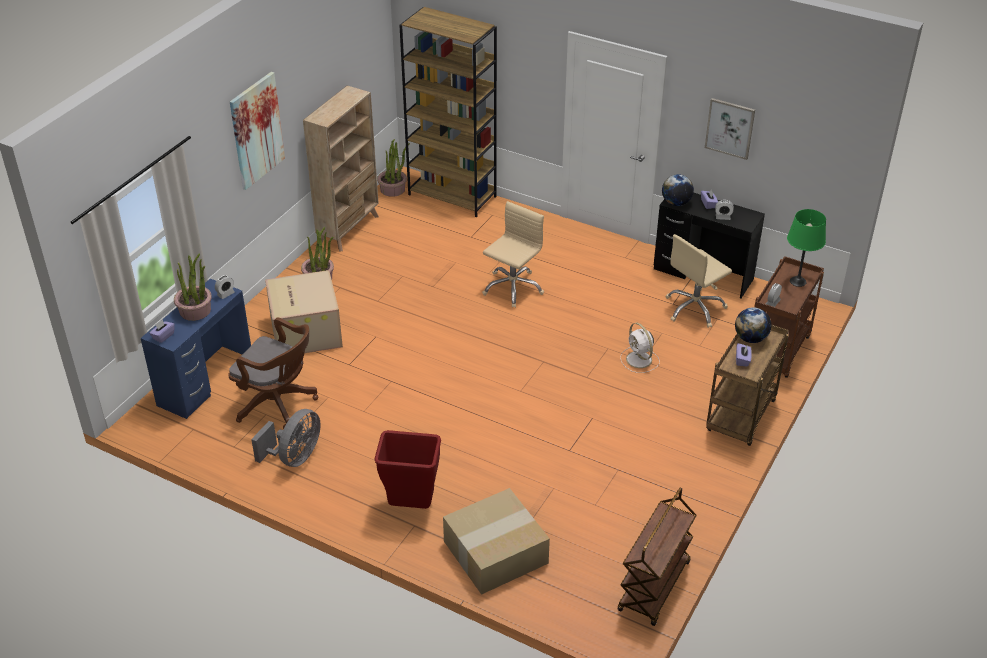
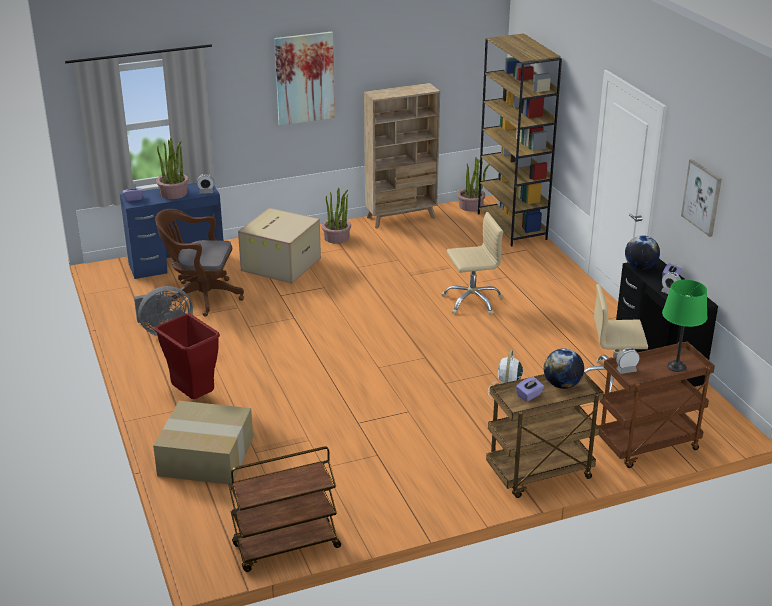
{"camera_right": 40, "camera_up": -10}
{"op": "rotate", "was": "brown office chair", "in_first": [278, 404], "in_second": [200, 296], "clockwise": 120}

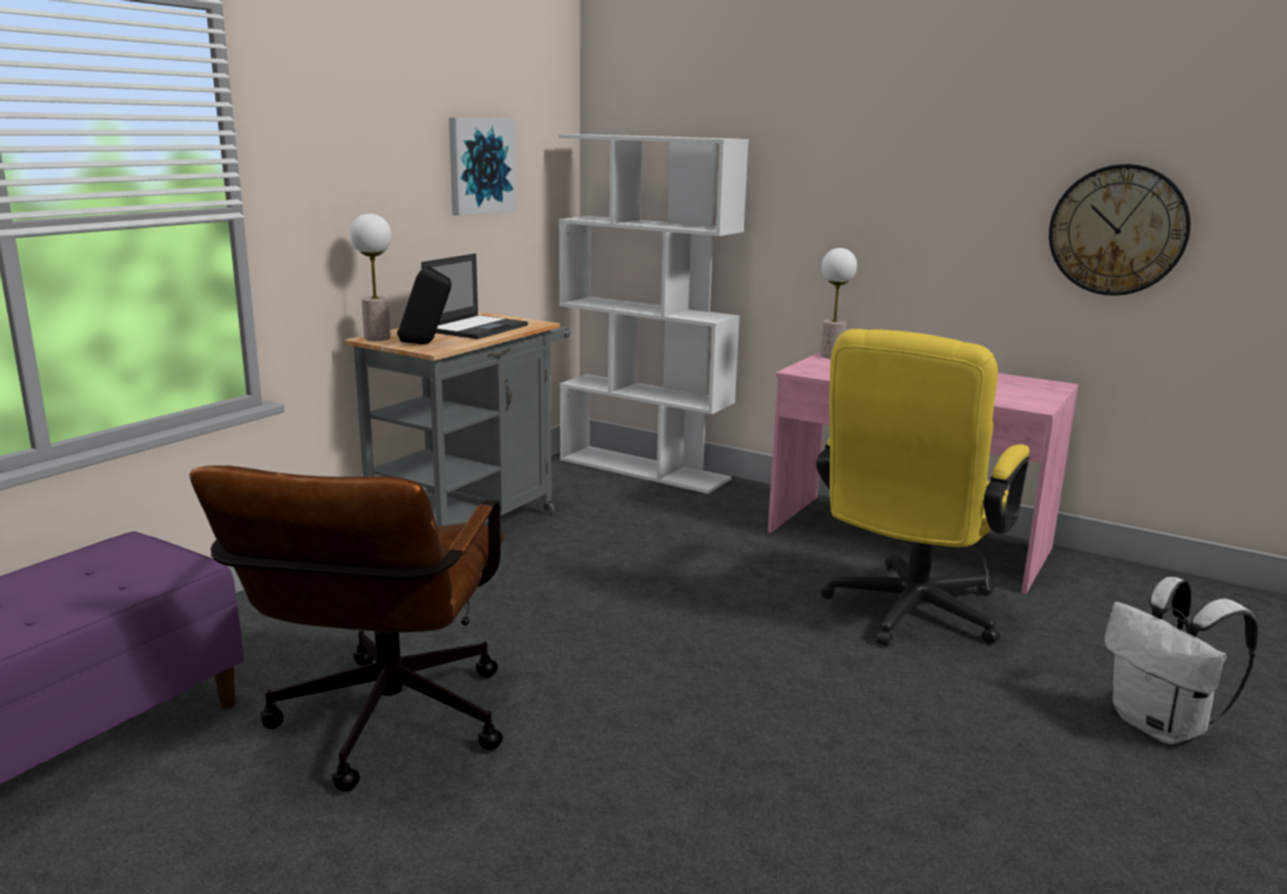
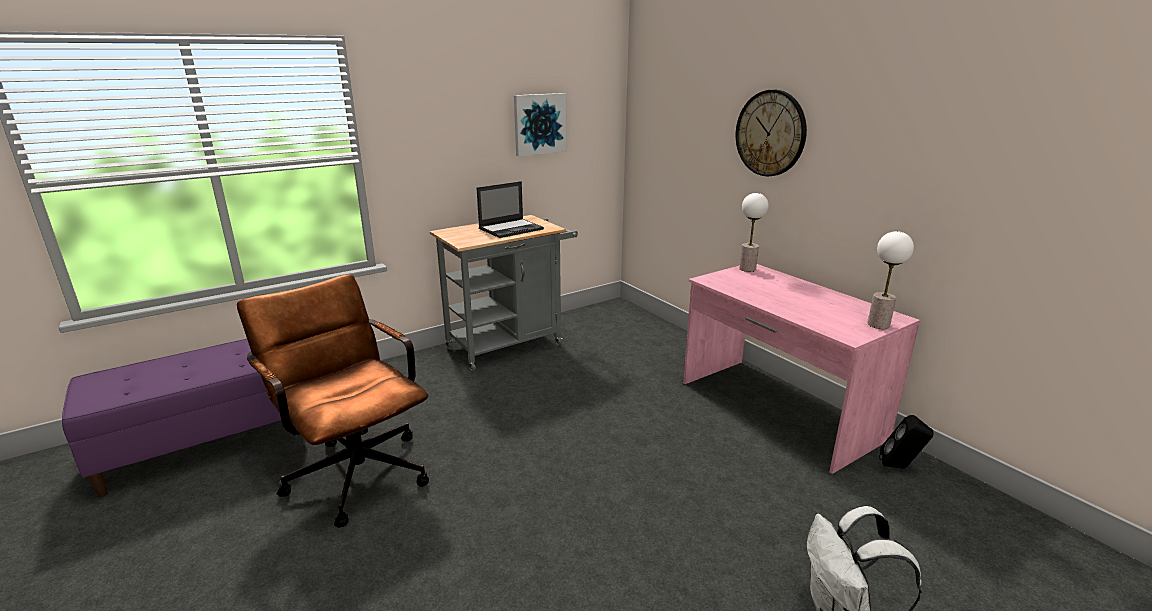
{"camera_right": 25, "camera_up": 5}
{"op": "delete", "was": "white bookcase", "in_first": [645, 469]}
{"op": "move", "was": "wall clock", "in_first": [1118, 230], "in_second": [770, 133]}
{"op": "move", "was": "table lamp", "in_first": [377, 338], "in_second": [878, 325]}
{"op": "move", "was": "black speaker", "in_first": [425, 343], "in_second": [900, 467]}
{"op": "delete", "was": "yellow office chair", "in_first": [906, 615]}
{"op": "rotate", "was": "brown office chair", "in_first": [382, 731], "in_second": [354, 469], "clockwise": 105}

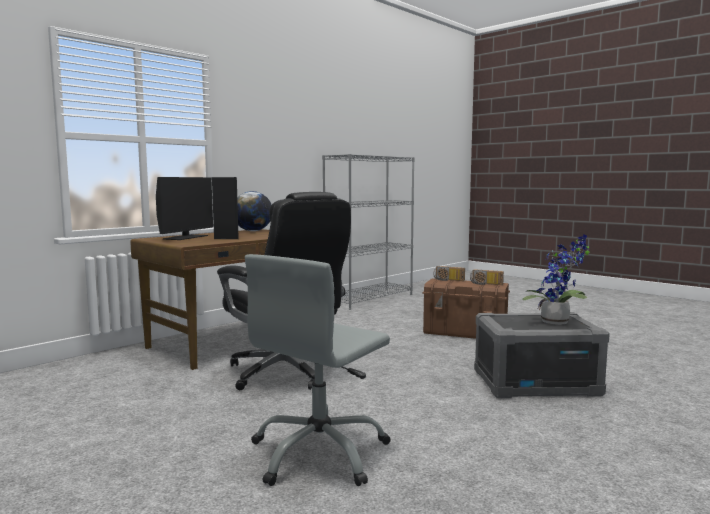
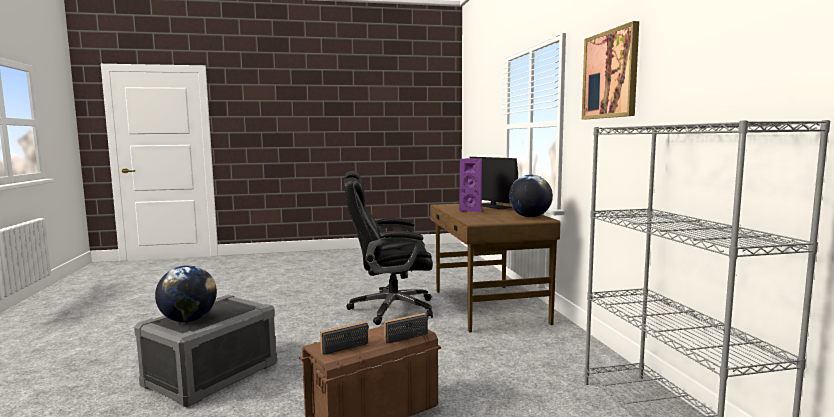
{"camera_right": 125, "camera_up": 0}
{"op": "recolor", "was": "black speaker", "now": "purple speaker", "in_first": [226, 238], "in_second": [472, 210]}
{"op": "replace", "was": "potted plant", "now": "globe", "in_first": [558, 323], "in_second": [188, 320]}
{"op": "delete", "was": "grey office chair", "in_first": [319, 453]}
{"op": "insert", "now": "picture", "in_second": [610, 74]}

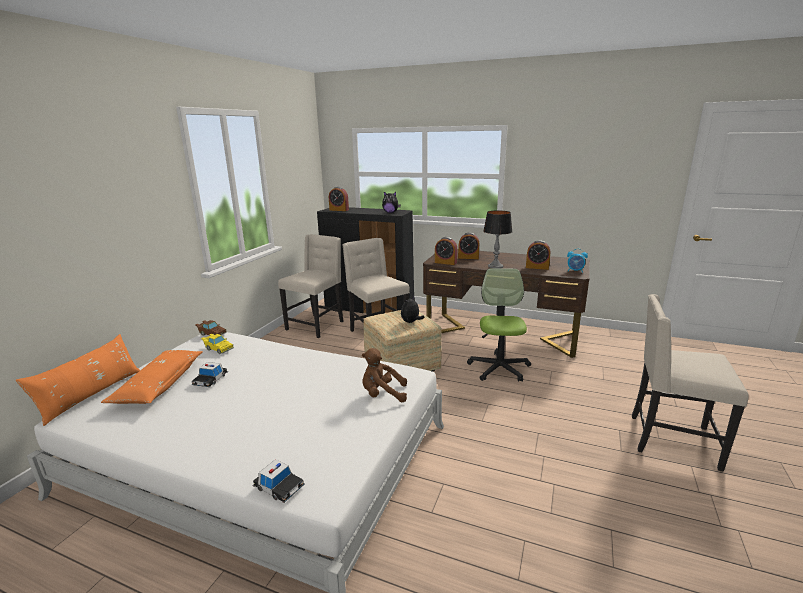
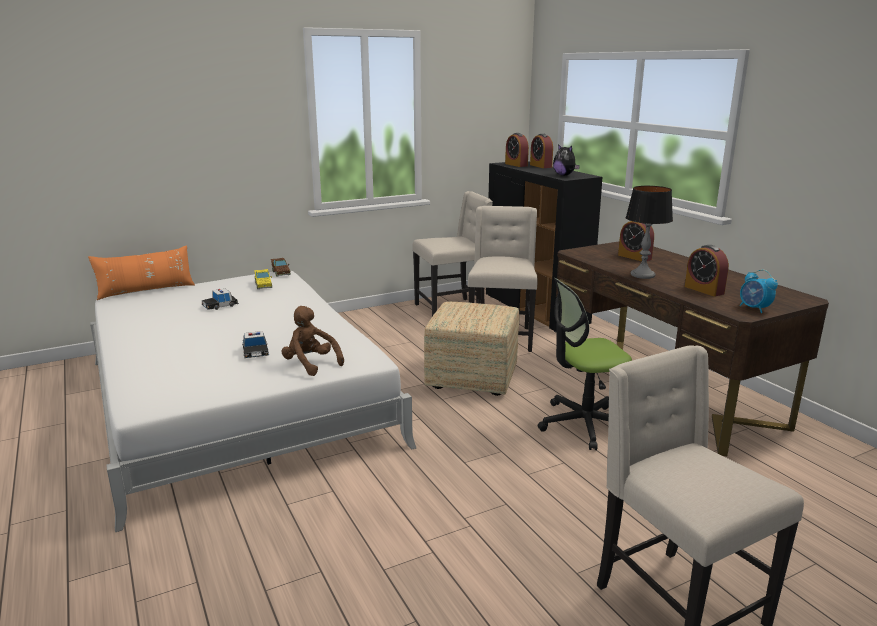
{"camera_right": 40, "camera_up": 0}
{"op": "move", "was": "alarm clock", "in_first": [445, 262], "in_second": [540, 166]}
{"op": "rotate", "was": "office chair", "in_first": [499, 368], "in_second": [583, 424], "clockwise": -150}
{"op": "delete", "was": "plush toy", "in_first": [411, 322]}
{"op": "delete", "was": "orange pillow", "in_first": [159, 384]}
{"op": "move", "was": "toy car", "in_first": [279, 486], "in_second": [255, 351]}

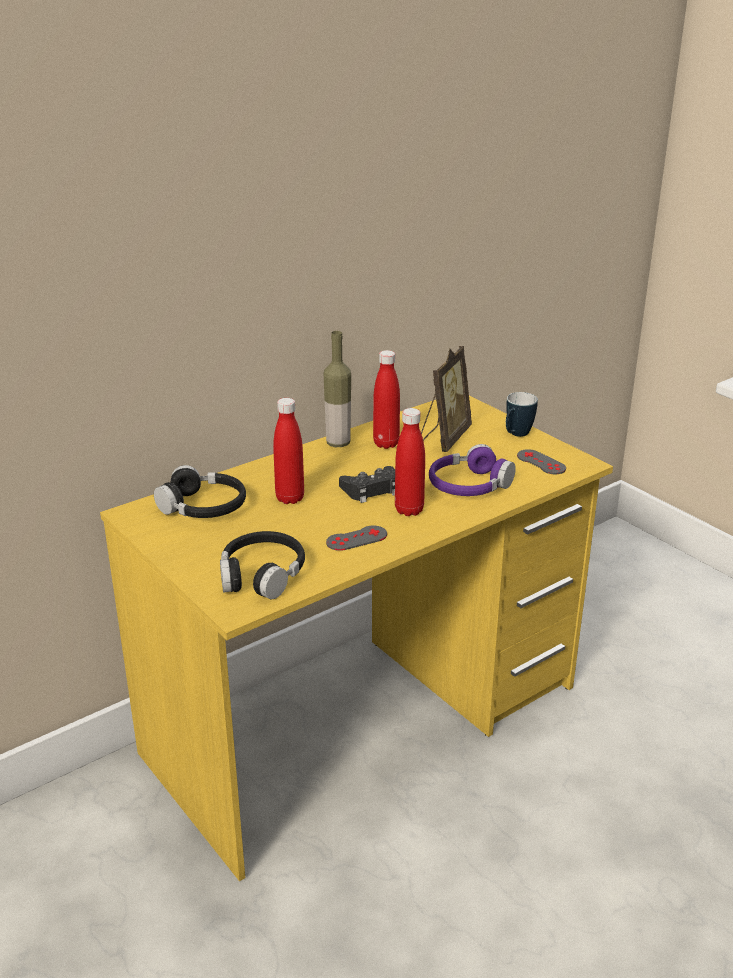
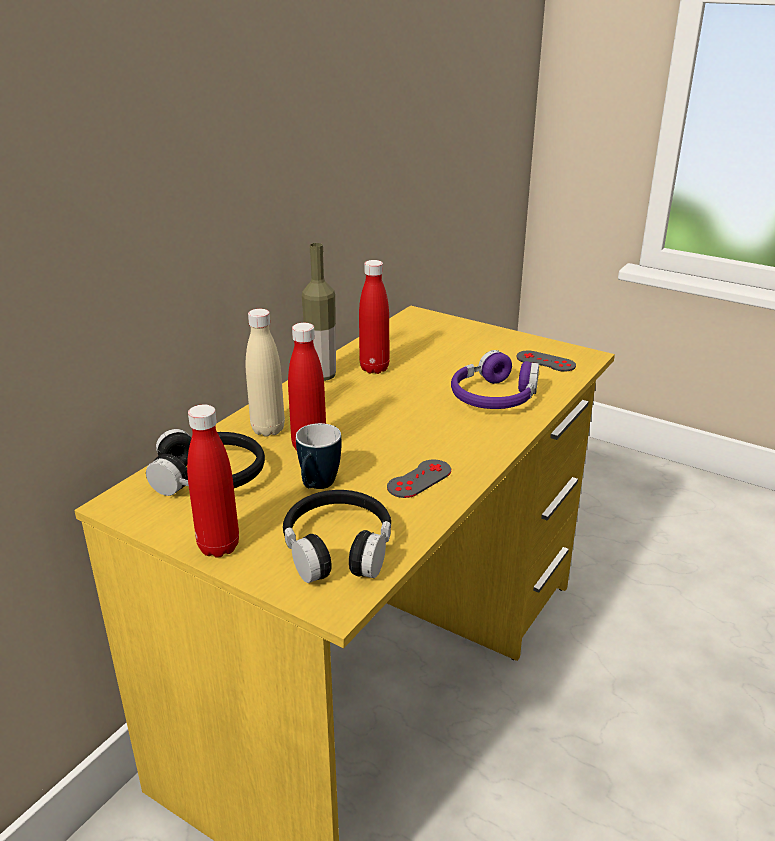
{"camera_right": -20, "camera_up": 0}
{"op": "delete", "was": "picture frame", "in_first": [443, 438]}
{"op": "move", "was": "mug", "in_first": [516, 435], "in_second": [317, 487]}
{"op": "move", "was": "red bottle", "in_first": [409, 510], "in_second": [218, 547]}
{"op": "delete", "was": "black game controller", "in_first": [372, 490]}
{"op": "insert", "now": "beige bottle", "in_second": [268, 429]}

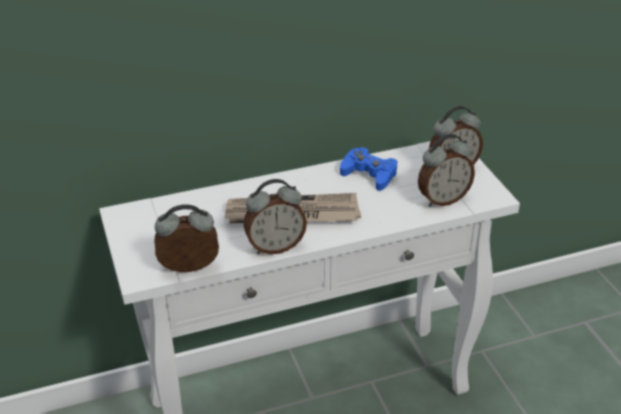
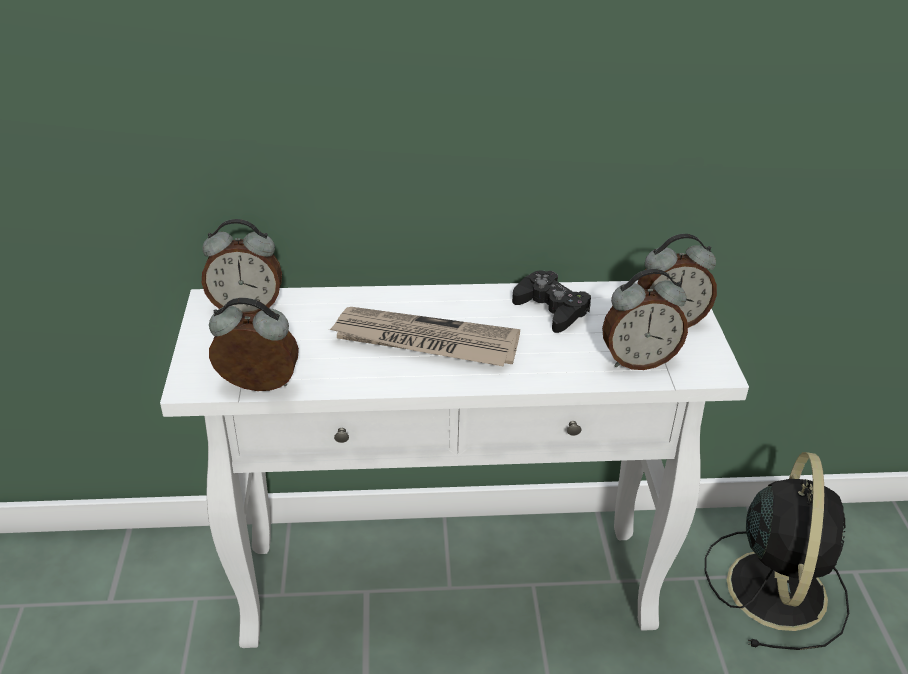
{"camera_right": 15, "camera_up": 0}
{"op": "recolor", "was": "blue game controller", "now": "black game controller", "in_first": [369, 174], "in_second": [551, 309]}
{"op": "move", "was": "alarm clock", "in_first": [275, 246], "in_second": [247, 308]}
{"op": "insert", "now": "black fan", "in_second": [776, 586]}

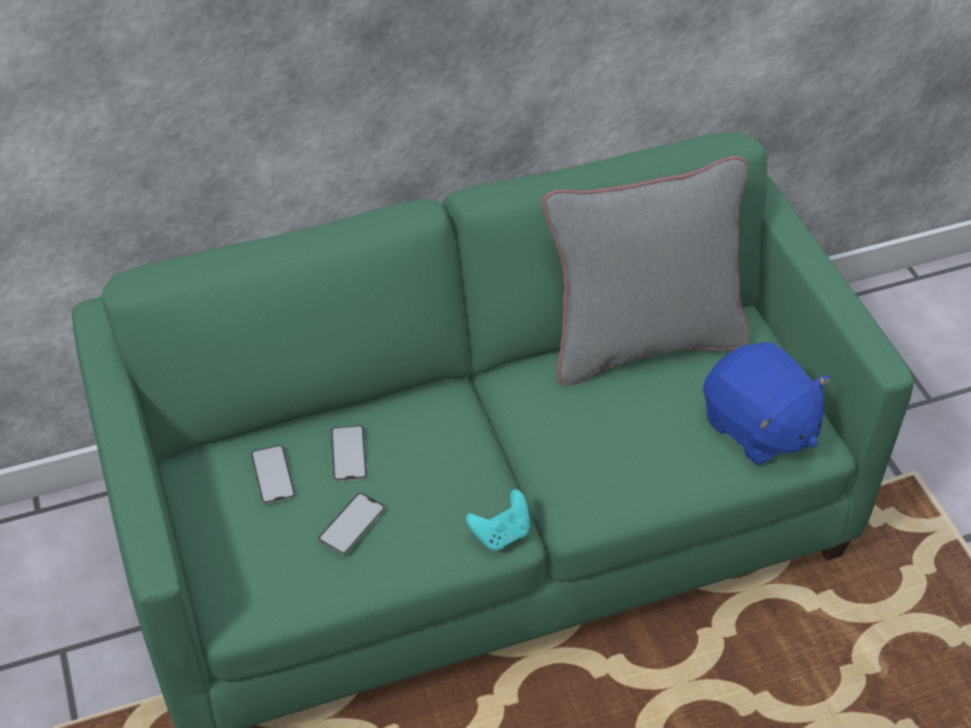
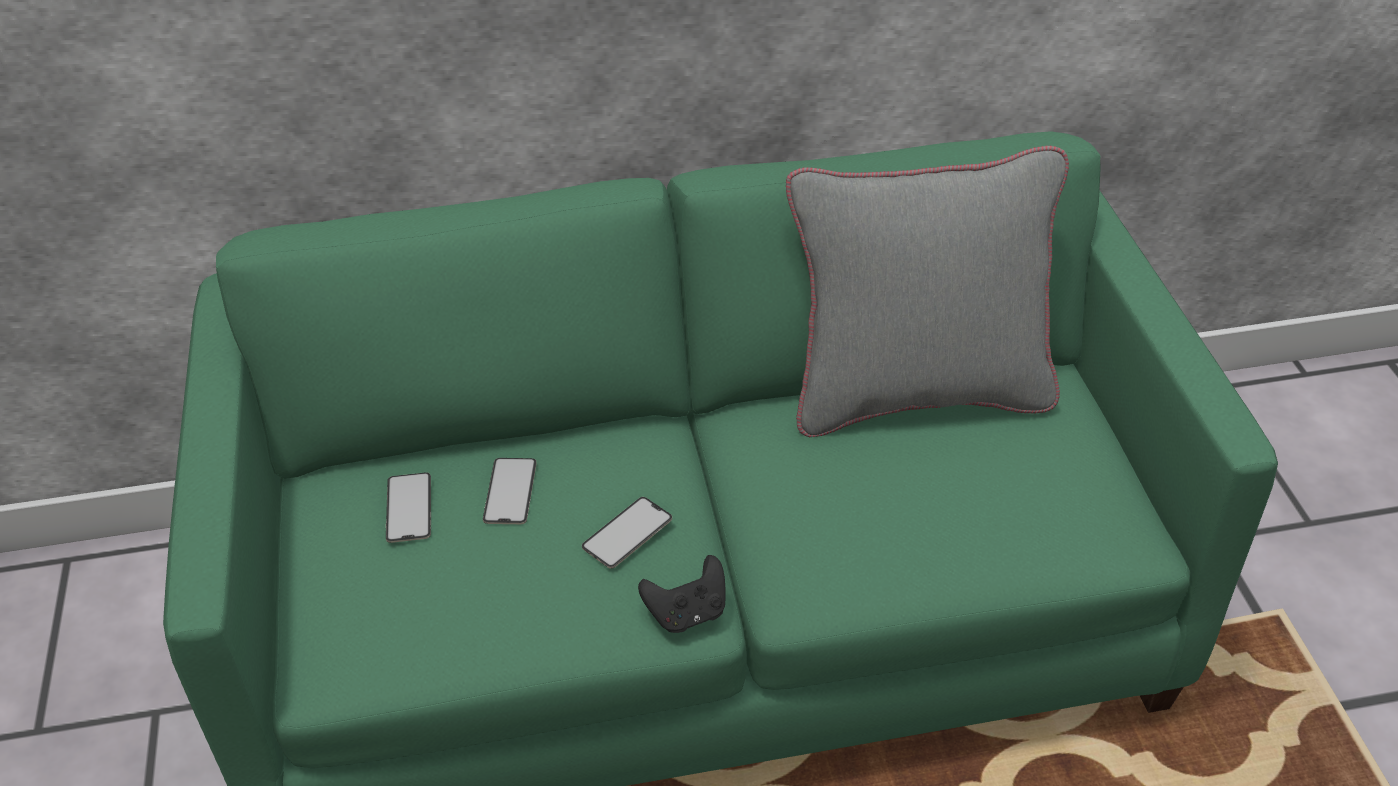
{"camera_right": 10, "camera_up": -5}
{"op": "delete", "was": "blue plush toy", "in_first": [757, 428]}
{"op": "recolor", "was": "turquoise game controller", "now": "black game controller", "in_first": [501, 534], "in_second": [687, 613]}
{"op": "move", "was": "phone", "in_first": [352, 523], "in_second": [627, 533]}

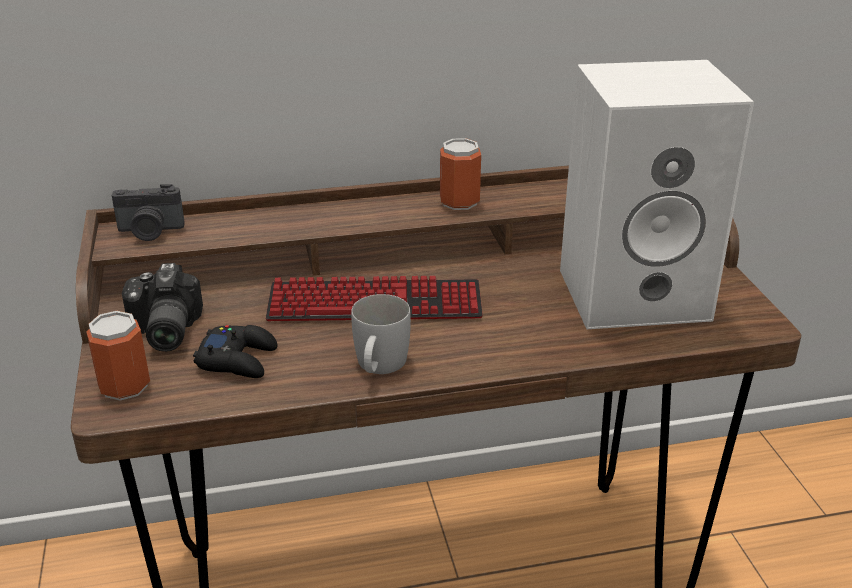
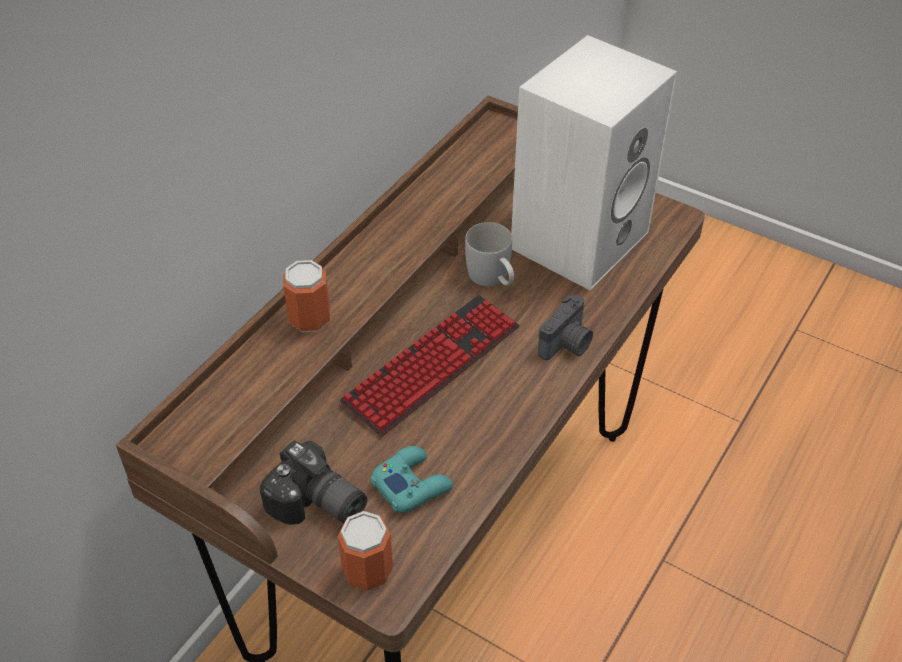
{"camera_right": -45, "camera_up": 15}
{"op": "move", "was": "can", "in_first": [459, 202], "in_second": [310, 319]}
{"op": "move", "was": "photo camera", "in_first": [150, 231], "in_second": [567, 344]}
{"op": "move", "was": "white mug", "in_first": [379, 367], "in_second": [492, 279]}
{"op": "recolor", "was": "black game controller", "now": "turquoise game controller", "in_first": [238, 359], "in_second": [411, 484]}

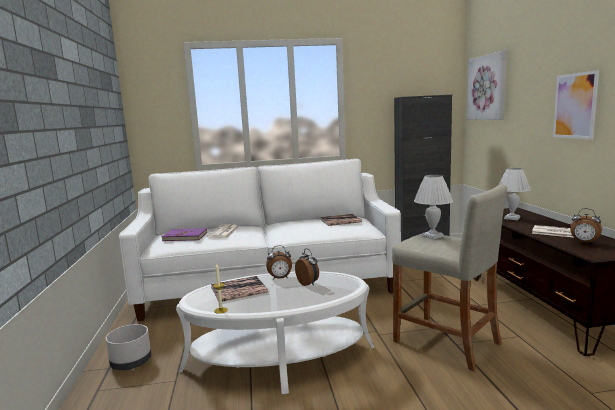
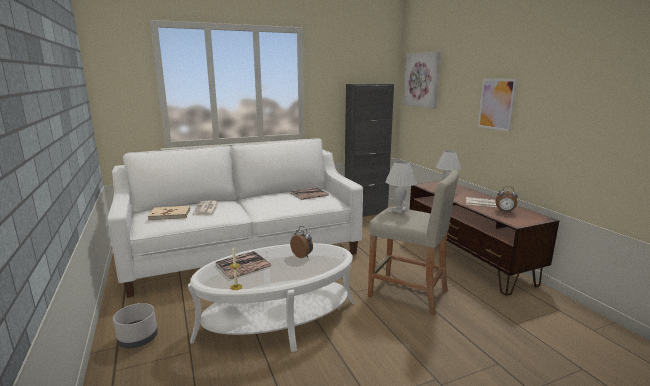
{"camera_right": -15, "camera_up": 5}
{"op": "recolor", "was": "purple book", "now": "beige book", "in_first": [185, 236], "in_second": [170, 215]}
{"op": "delete", "was": "alarm clock", "in_first": [280, 278]}

